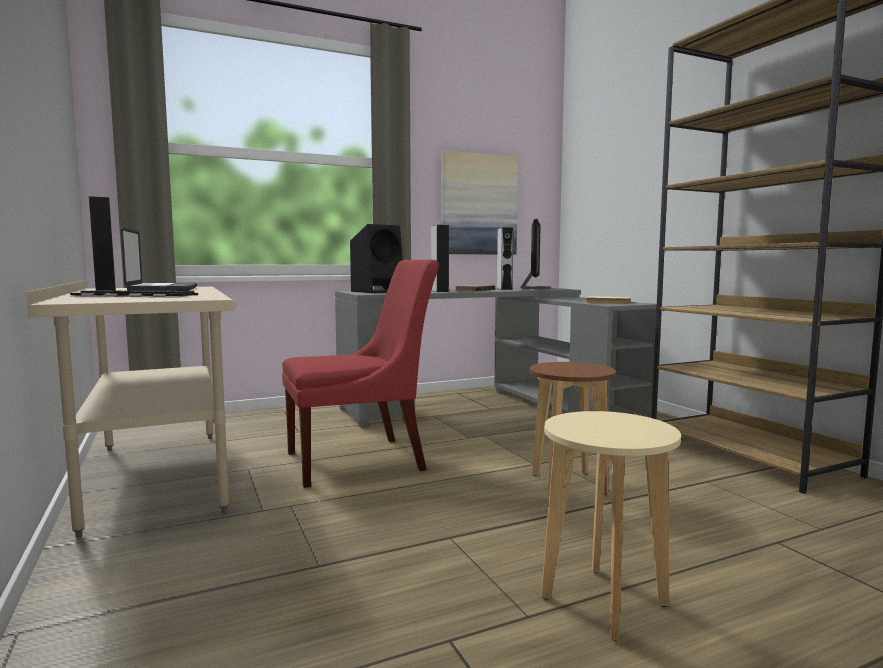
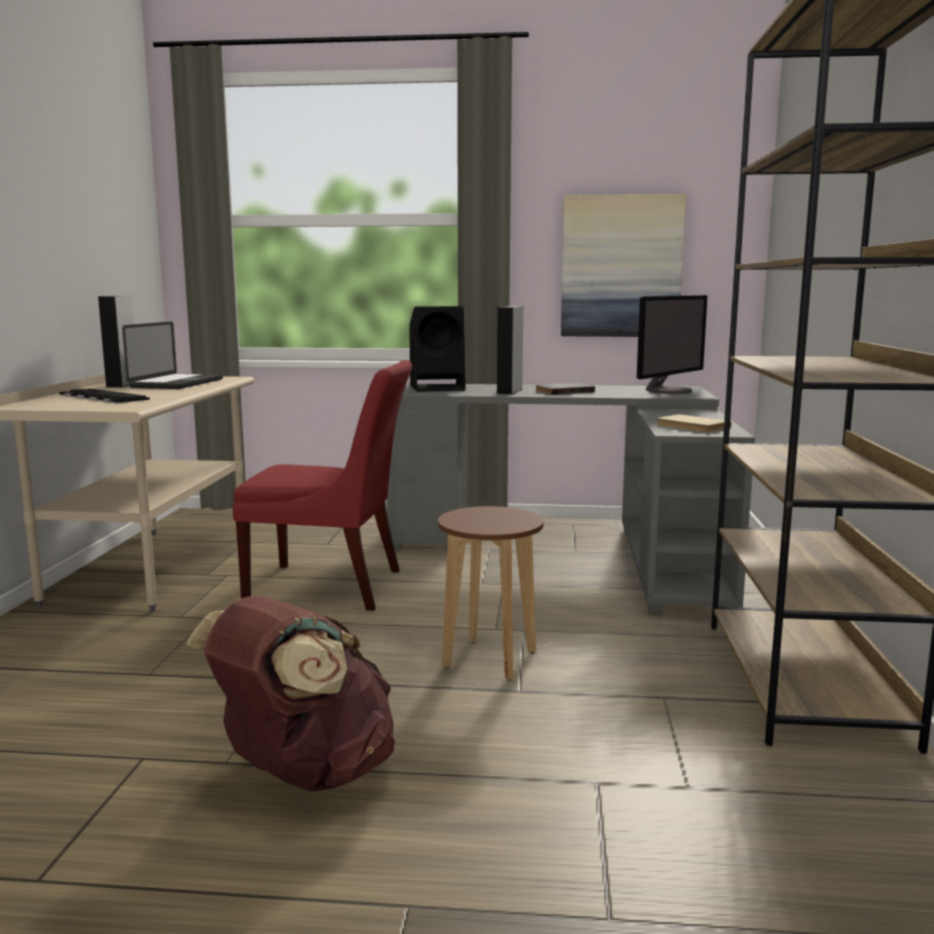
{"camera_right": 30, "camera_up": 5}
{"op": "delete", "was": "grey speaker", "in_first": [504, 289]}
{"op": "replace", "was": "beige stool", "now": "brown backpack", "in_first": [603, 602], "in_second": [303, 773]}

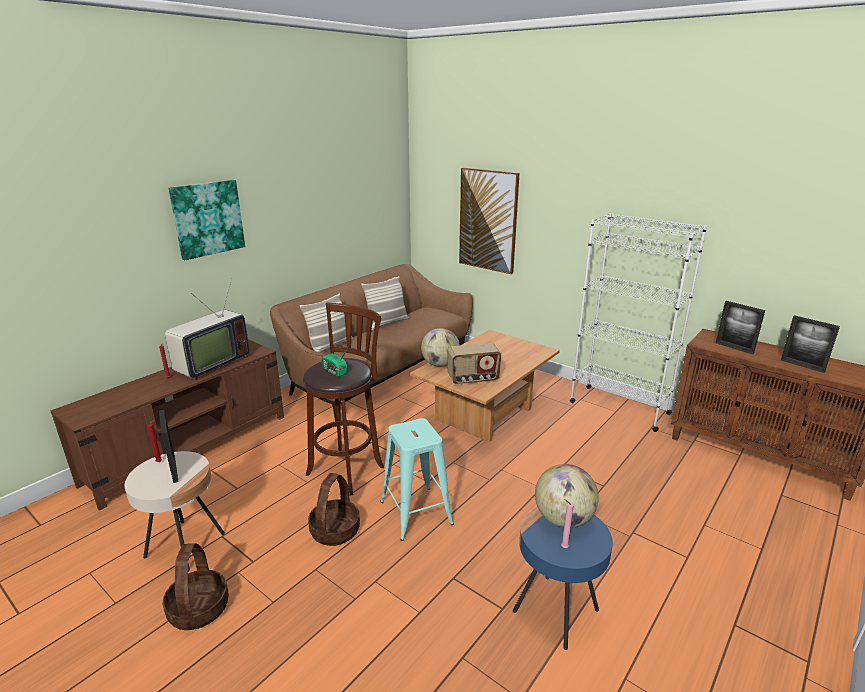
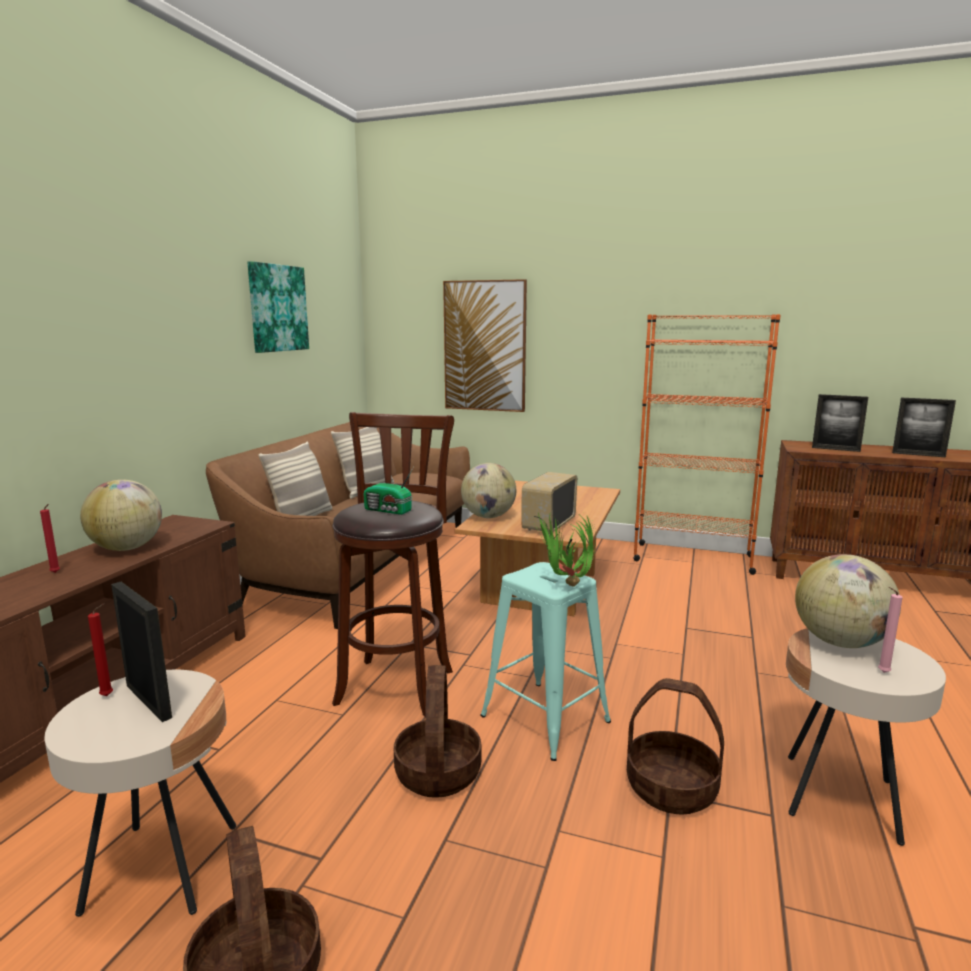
{"camera_right": -20, "camera_up": -10}
{"op": "move", "was": "picture", "in_first": [207, 218], "in_second": [277, 308]}
{"op": "recolor", "was": "white bookcase", "now": "orange bookcase", "in_first": [618, 408], "in_second": [692, 558]}
{"op": "replace", "was": "television", "now": "globe", "in_first": [209, 365], "in_second": [127, 548]}
{"op": "rotate", "was": "radio", "in_first": [473, 379], "in_second": [548, 525], "clockwise": 150}
{"op": "recolor", "was": "blue side table", "now": "beige side table", "in_first": [555, 611], "in_second": [840, 797]}
{"op": "insert", "now": "potted plant", "in_second": [565, 587]}
{"op": "insert", "now": "basket", "in_second": [670, 788]}

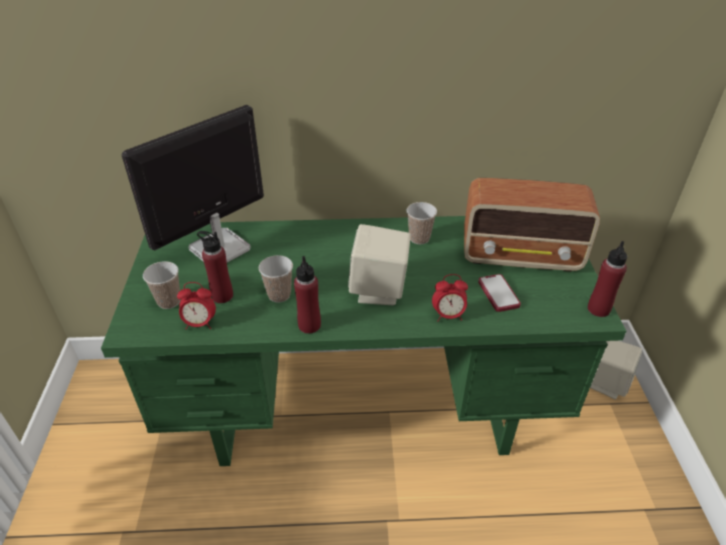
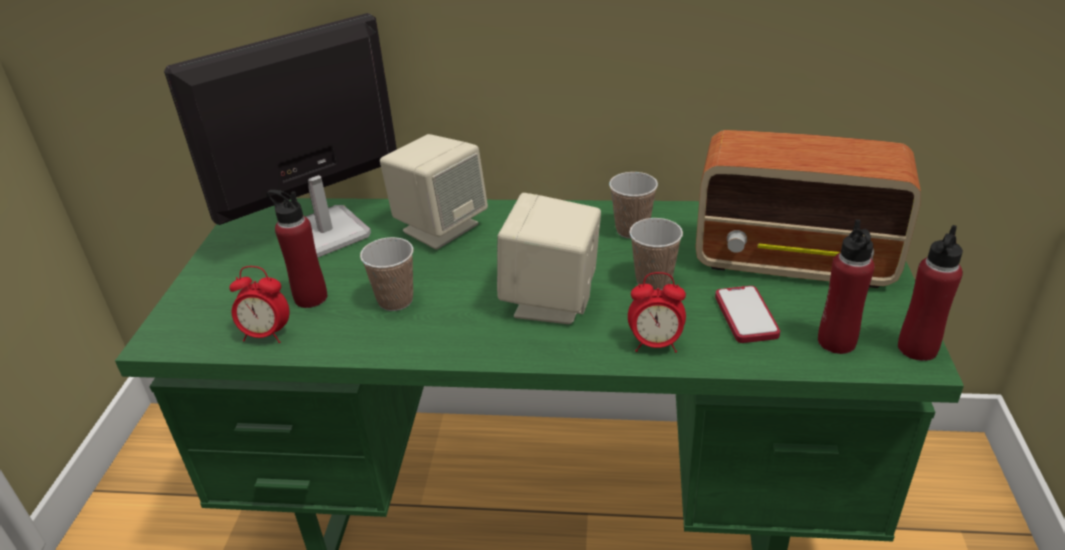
{"camera_right": 10, "camera_up": -5}
{"op": "move", "was": "red bottle", "in_first": [309, 325], "in_second": [836, 342]}
{"op": "move", "was": "cup", "in_first": [169, 301], "in_second": [653, 281]}
{"op": "move", "was": "beige speaker", "in_first": [606, 382], "in_second": [440, 227]}

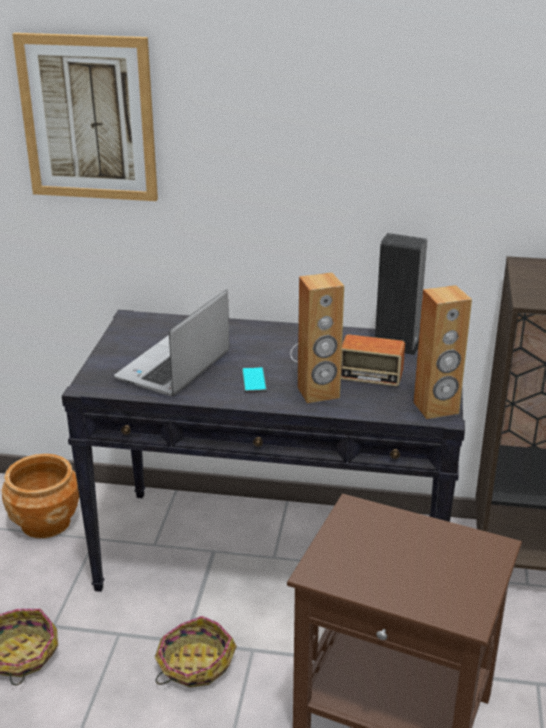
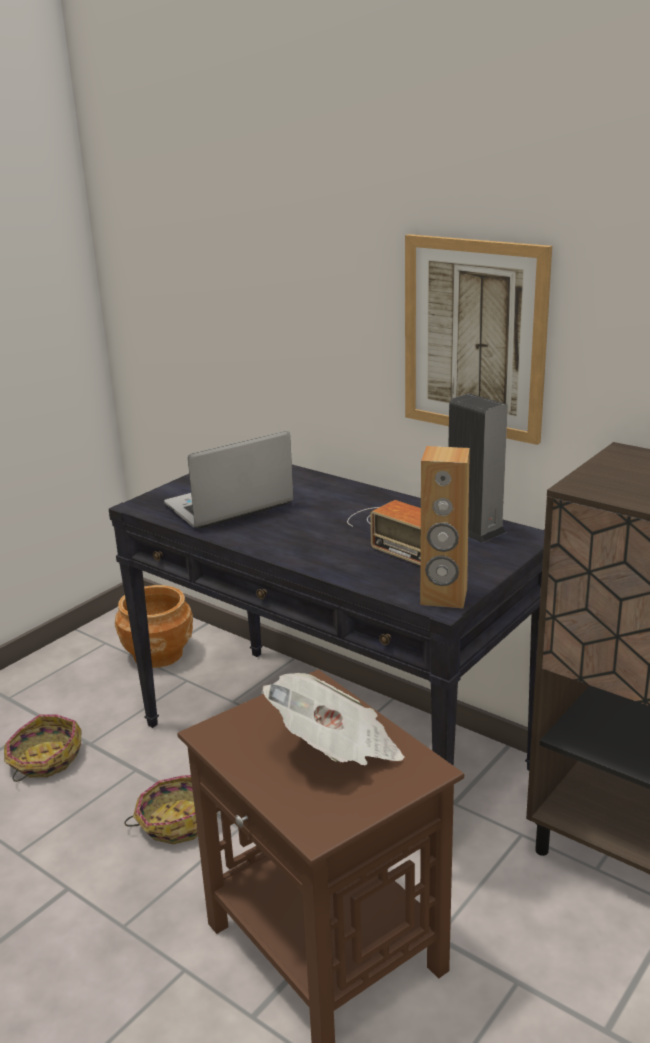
{"camera_right": 30, "camera_up": -5}
{"op": "move", "was": "picture", "in_first": [88, 118], "in_second": [474, 338]}
{"op": "delete", "was": "brown speaker", "in_first": [318, 393]}
{"op": "delete", "was": "phone", "in_first": [254, 380]}
{"op": "insert", "now": "newspaper", "in_second": [336, 749]}

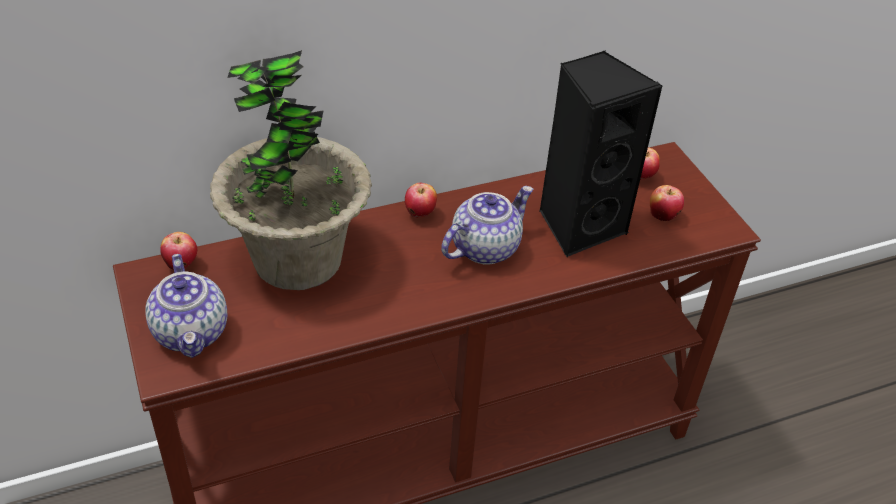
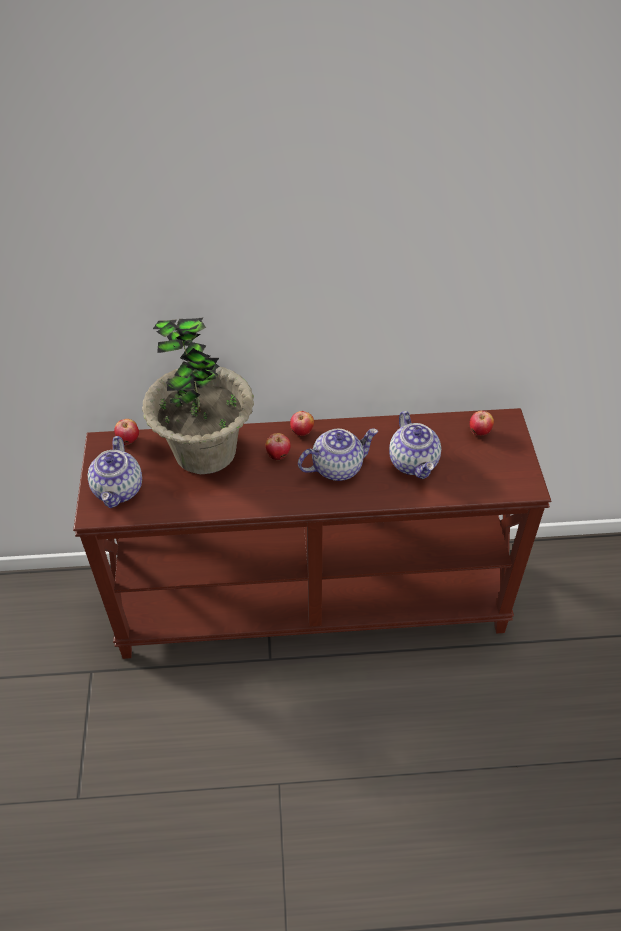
{"camera_right": 20, "camera_up": 5}
{"op": "replace", "was": "black speaker", "now": "teapot", "in_first": [579, 225], "in_second": [414, 463]}
{"op": "move", "was": "apple", "in_first": [663, 216], "in_second": [278, 455]}

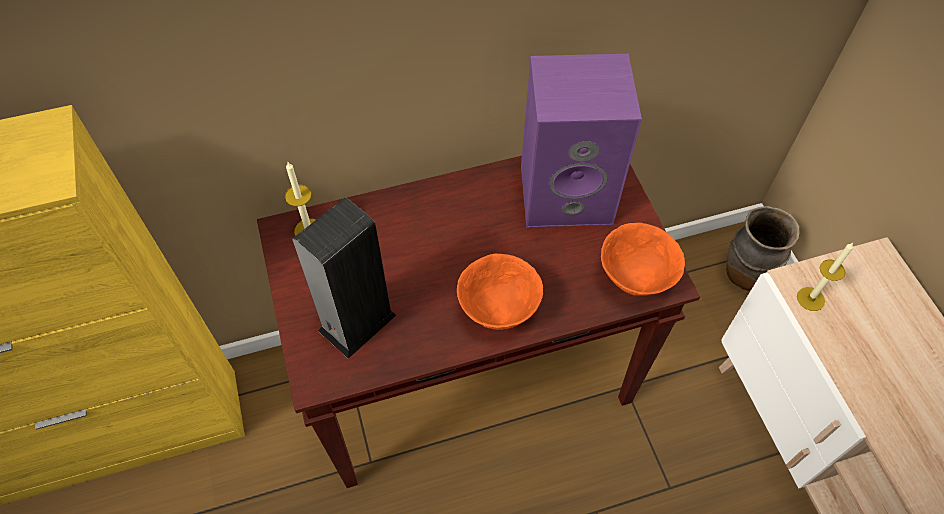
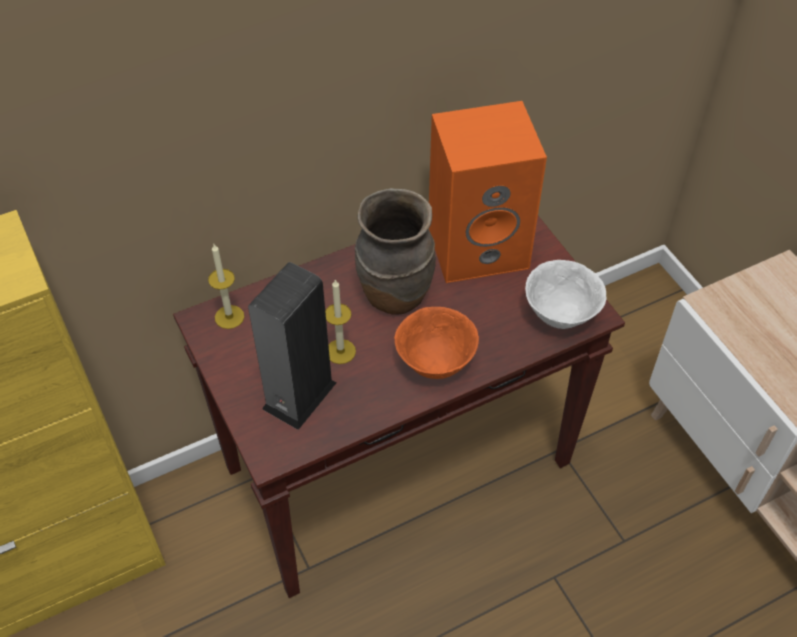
{"camera_right": -10, "camera_up": -5}
{"op": "recolor", "was": "purple speaker", "now": "orange speaker", "in_first": [568, 193], "in_second": [479, 245]}
{"op": "move", "was": "brown vase", "in_first": [745, 274], "in_second": [394, 294]}
{"op": "recolor", "was": "orange bowl", "now": "white bowl", "in_first": [635, 279], "in_second": [560, 315]}
{"op": "move", "was": "candle", "in_first": [810, 299], "in_second": [340, 351]}

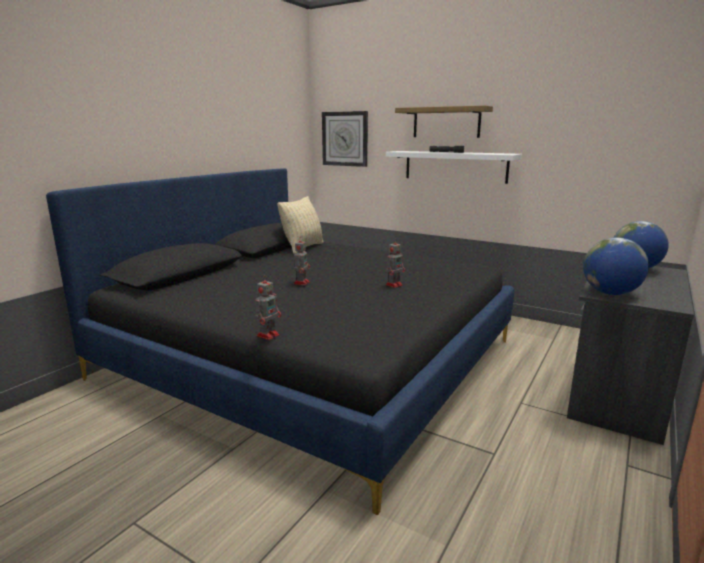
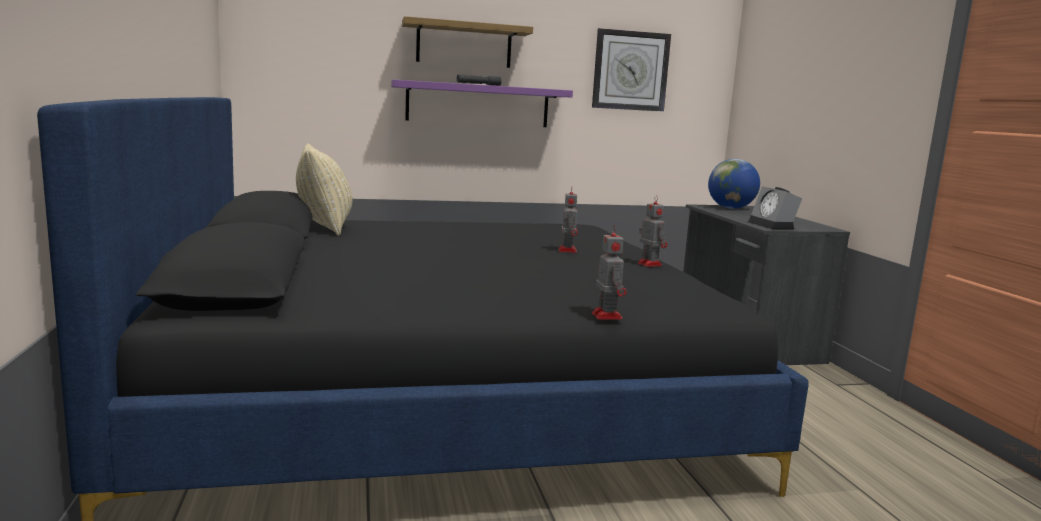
{"camera_right": -45, "camera_up": -5}
{"op": "move", "was": "wall clock", "in_first": [345, 139], "in_second": [630, 71]}
{"op": "recolor", "was": "white shelf", "now": "purple shelf", "in_first": [455, 166], "in_second": [478, 104]}
{"op": "move", "was": "toy robot", "in_first": [301, 282], "in_second": [648, 264]}
{"op": "replace", "was": "globe", "now": "alarm clock", "in_first": [610, 293], "in_second": [773, 225]}

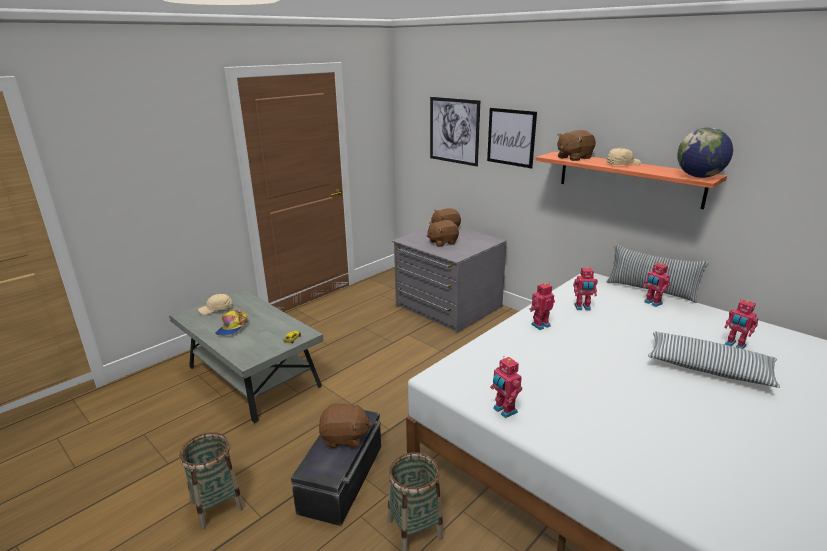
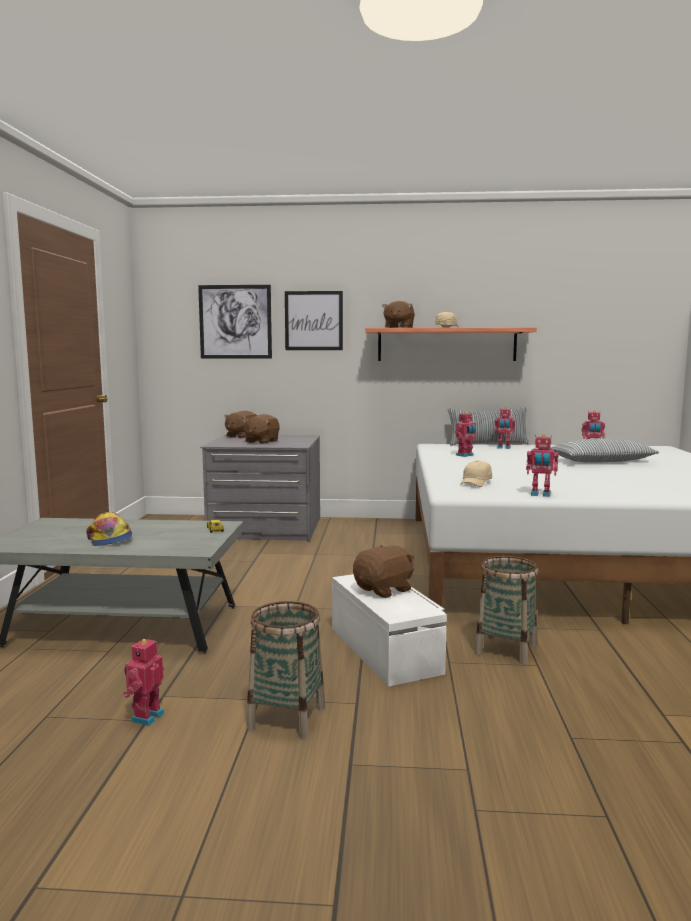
{"camera_right": -40, "camera_up": -15}
{"op": "delete", "was": "globe", "in_first": [699, 177]}
{"op": "move", "was": "toy robot", "in_first": [539, 325], "in_second": [145, 716]}
{"op": "move", "was": "beige cap", "in_first": [216, 309], "in_second": [476, 483]}
{"op": "recolor", "was": "black storage box", "now": "white storage box", "in_first": [343, 478], "in_second": [386, 649]}

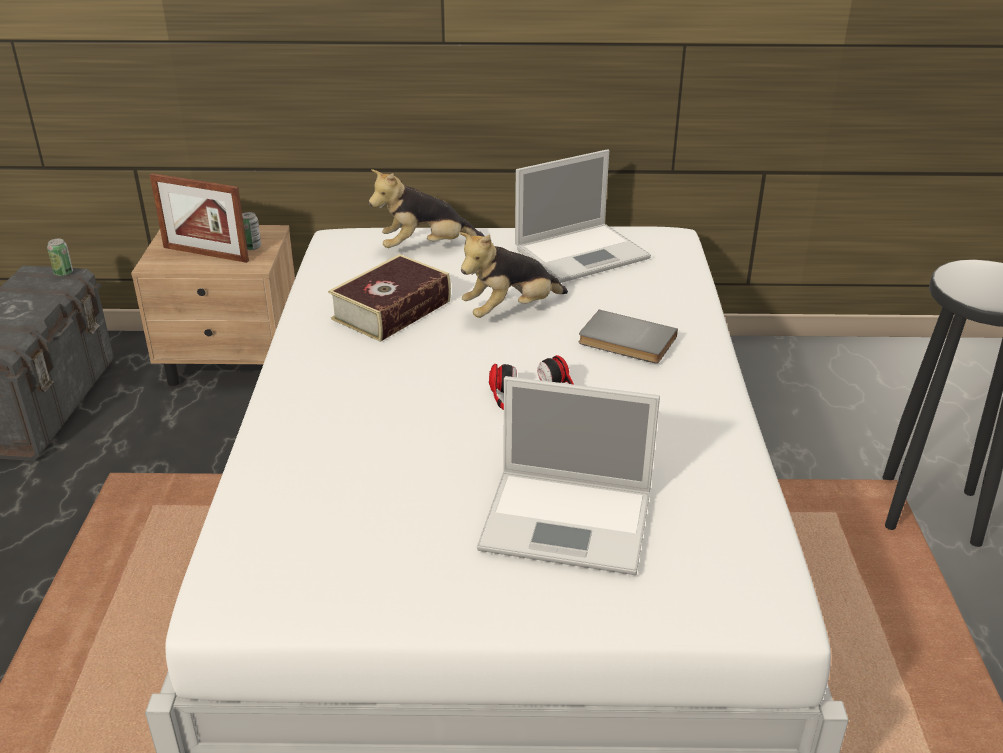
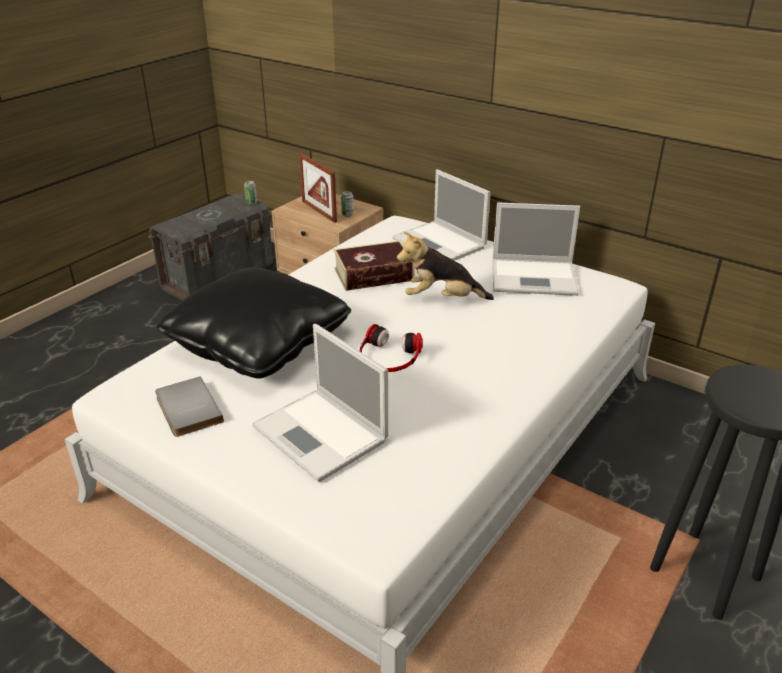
{"camera_right": 35, "camera_up": 0}
{"op": "replace", "was": "plush toy", "now": "laptop", "in_first": [425, 248], "in_second": [440, 244]}
{"op": "move", "was": "grey book", "in_first": [626, 341], "in_second": [186, 409]}
{"op": "insert", "now": "black pillow", "in_second": [258, 343]}

